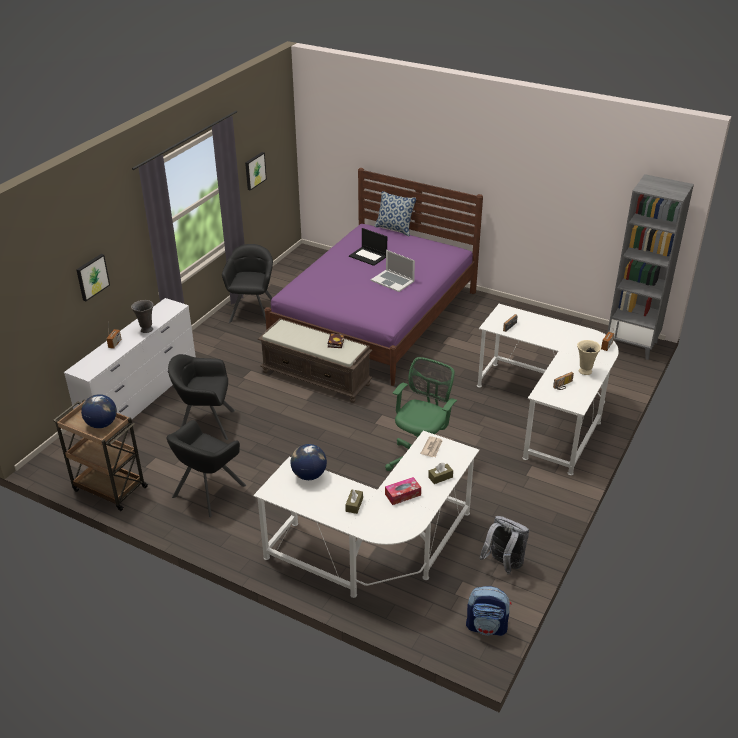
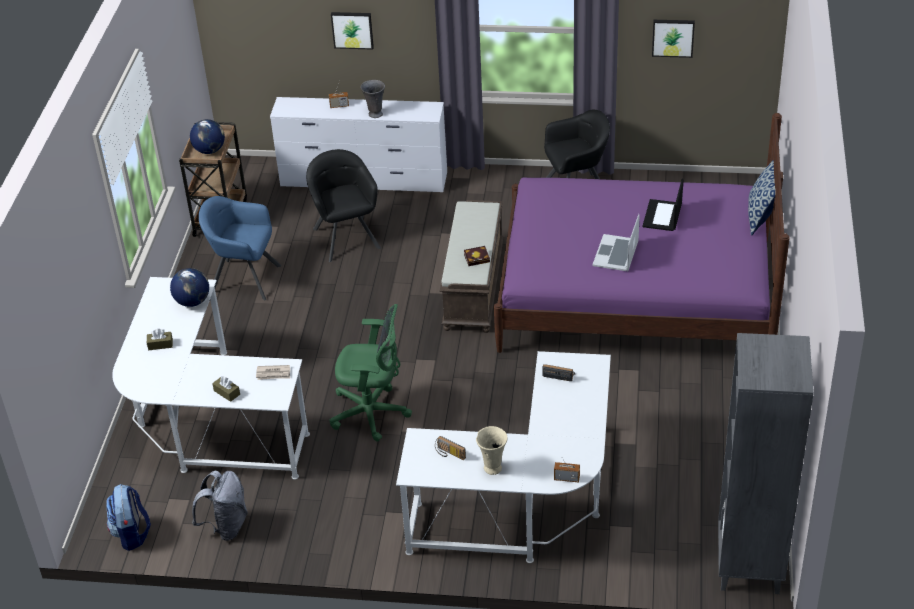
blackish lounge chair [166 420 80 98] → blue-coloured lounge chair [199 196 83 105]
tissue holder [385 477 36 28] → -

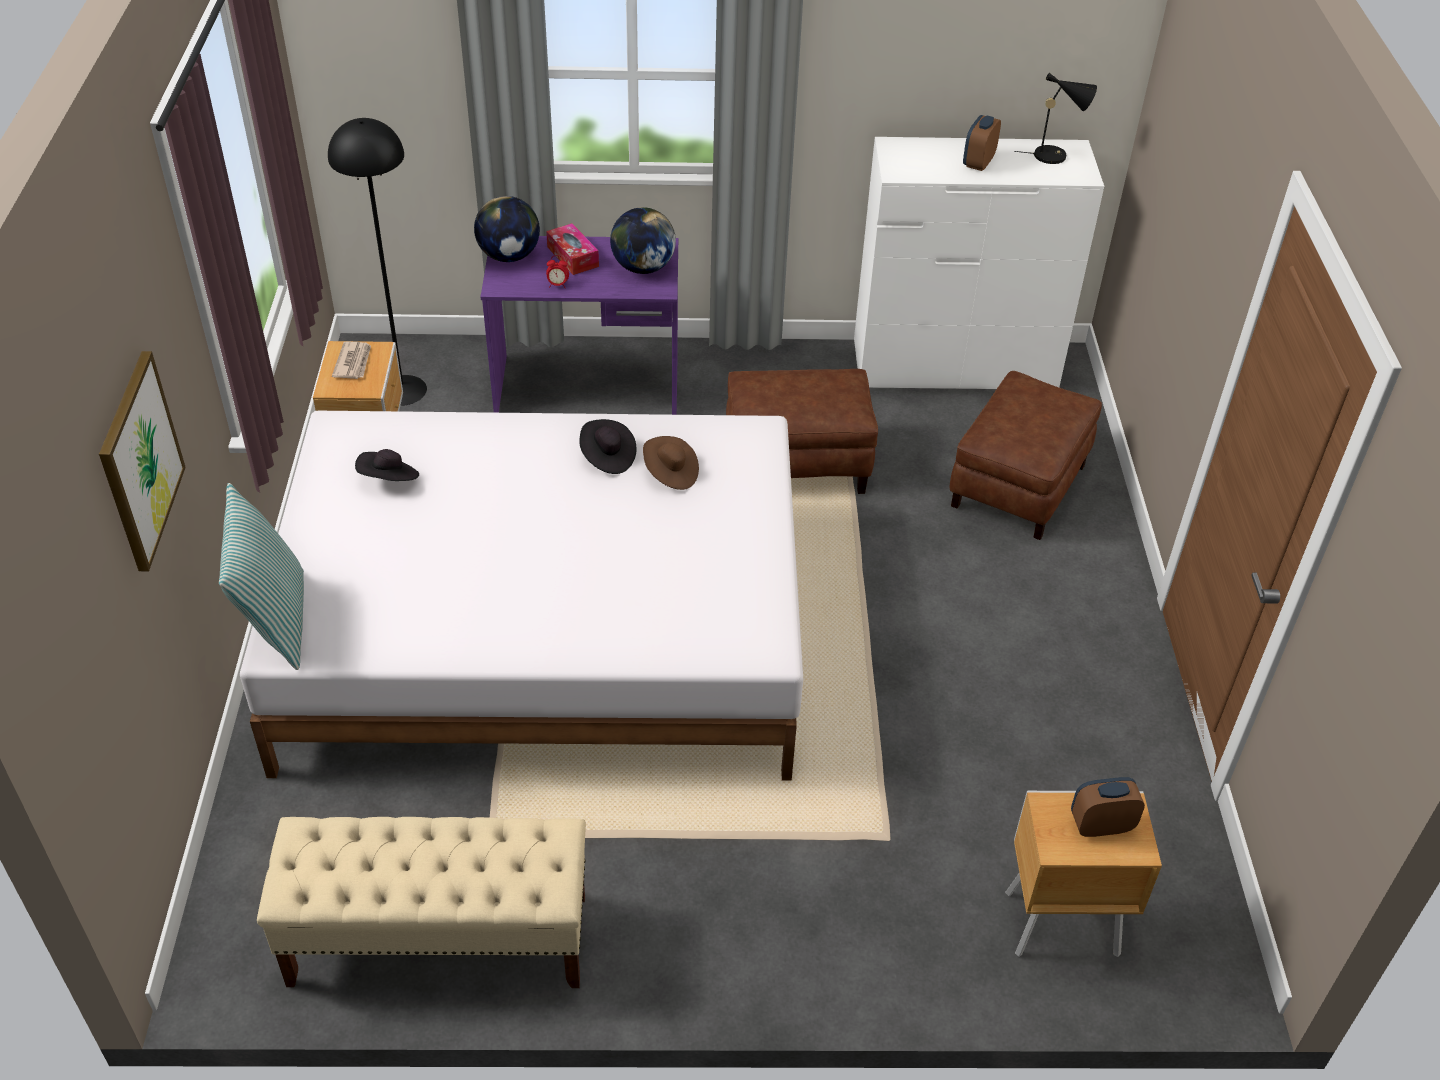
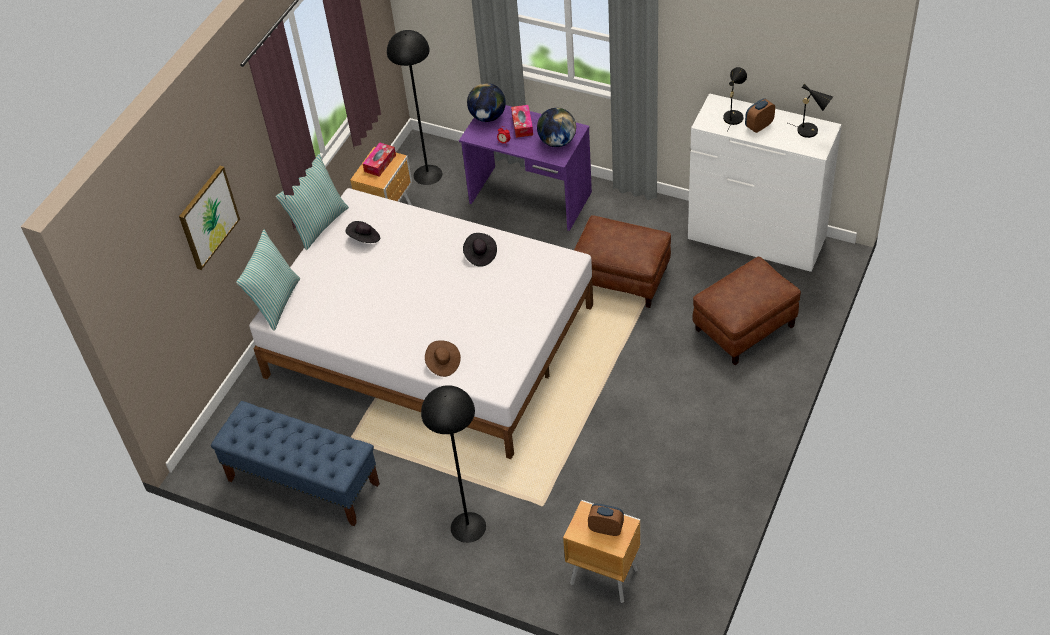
sand-coloured long seat [257 817 329 171] → blue-coloured long seat [211 401 169 125]
- → pillow [276 154 73 96]
printed paper [332 341 39 38] → tissue holder [363 142 33 34]
- → blackish floor lamp [421 385 65 158]
brownish clothing hat [643 436 56 54] → brownish clothing hat [425 340 36 37], shifted
- → blackish lamp for a table [723 67 24 65]

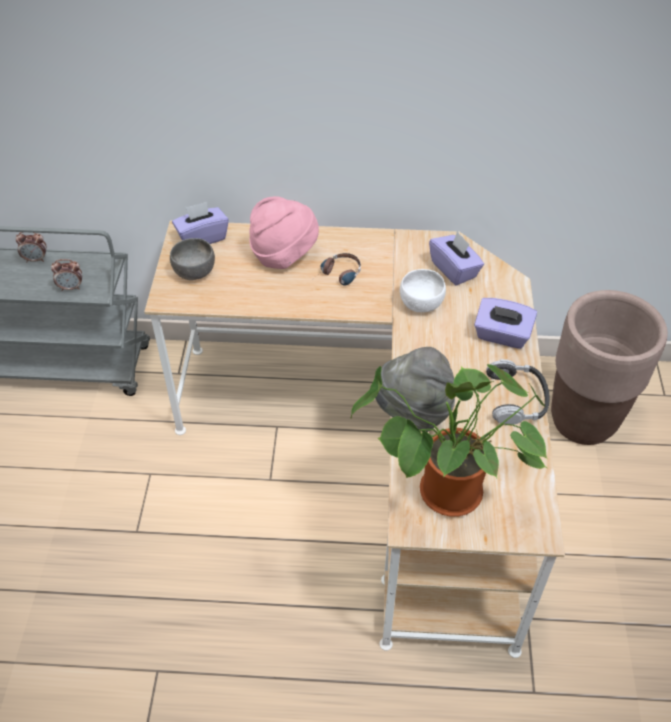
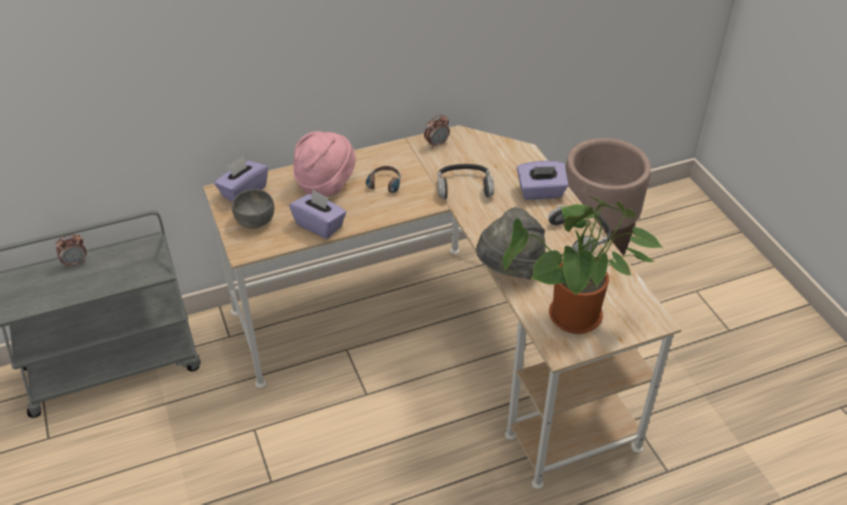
purplish tissue holder [429 231 55 55] → purplish tissue holder [289 189 57 50], shifted
bedside clock [51 259 31 32] → bedside clock [424 115 26 34], shifted
whitish deep dish [400 269 46 43] → headset [437 164 57 35]

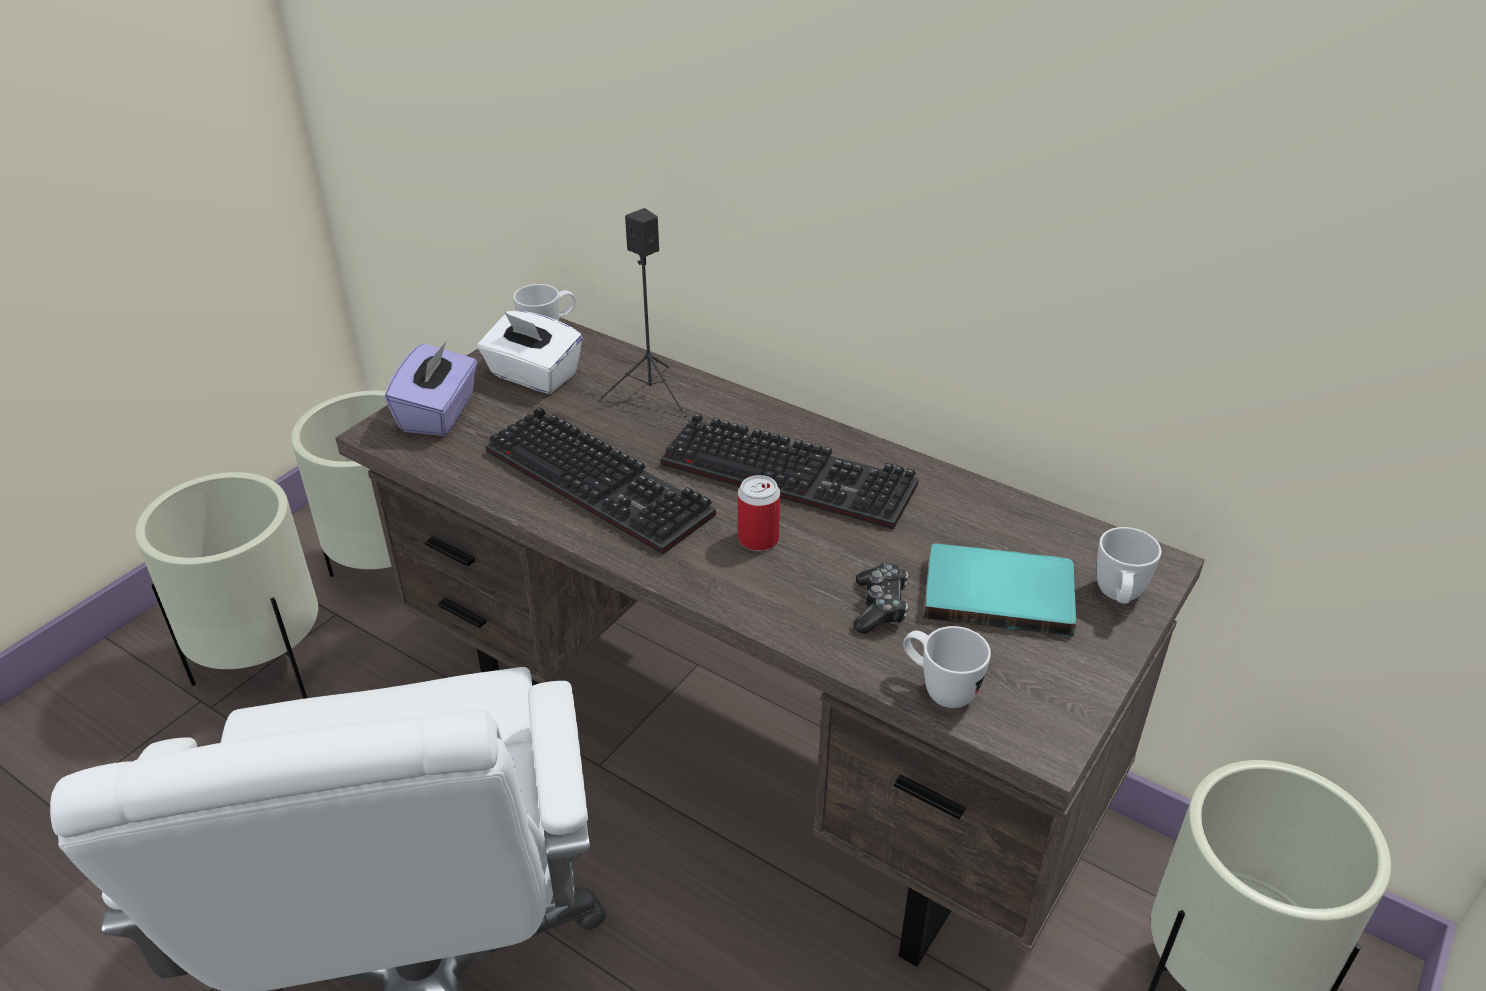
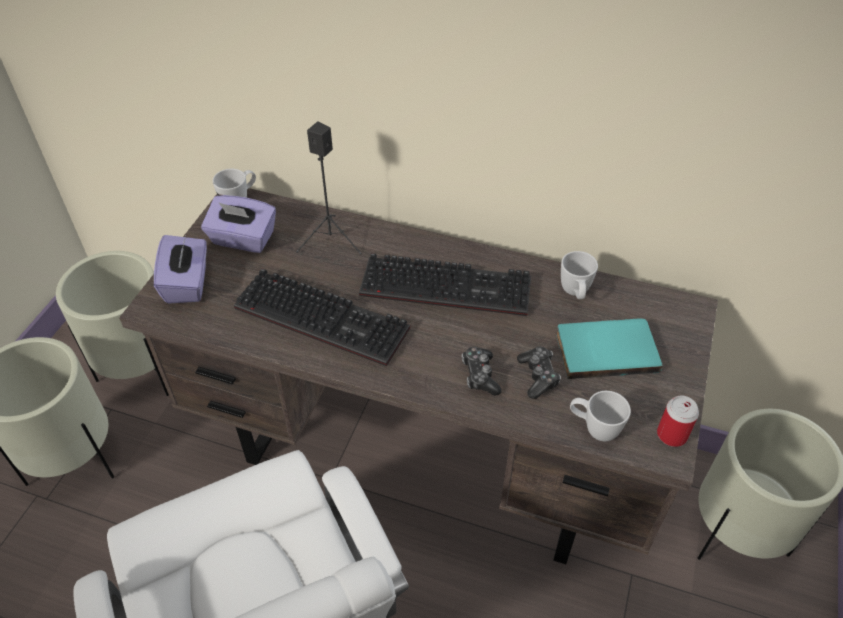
whitish tissue holder [478 311 104 83] → purplish tissue holder [201 195 75 58]
- → gamepad [462 347 40 49]
whitish mug [1097 527 64 77] → whitish mug [561 251 37 48], shifted
metal can [738 475 42 76] → metal can [657 396 42 51], shifted

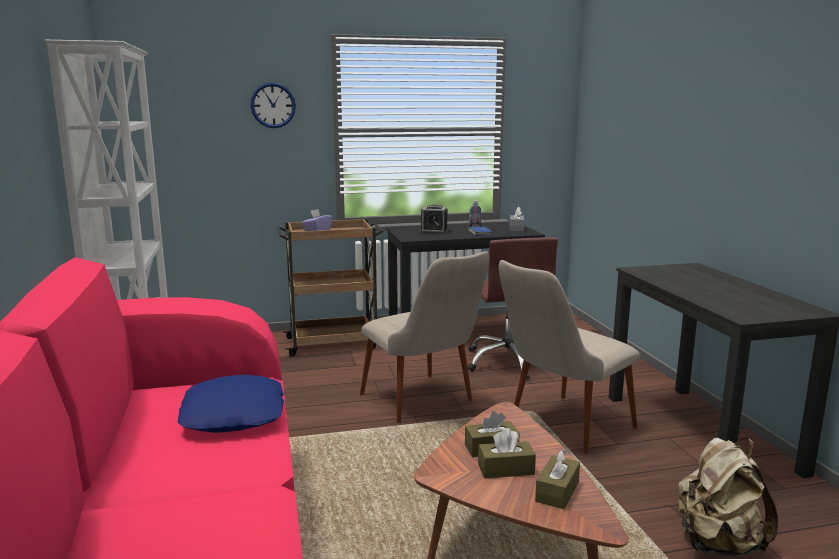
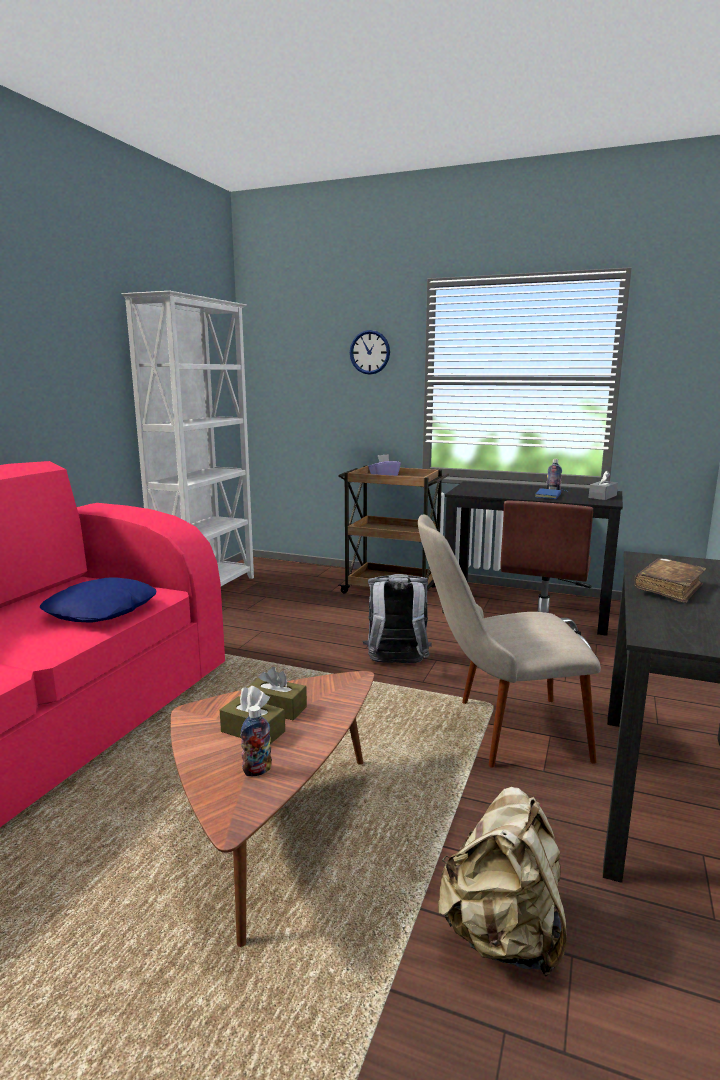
brownish tissue holder [535 449 45 60] → drink bottle [241 705 31 71]
sand-coloured upright chair [360 251 130 171] → greyish rucksack [363 574 68 89]
- → brownish volume [634 558 72 45]
bedside clock [420 205 28 29] → -

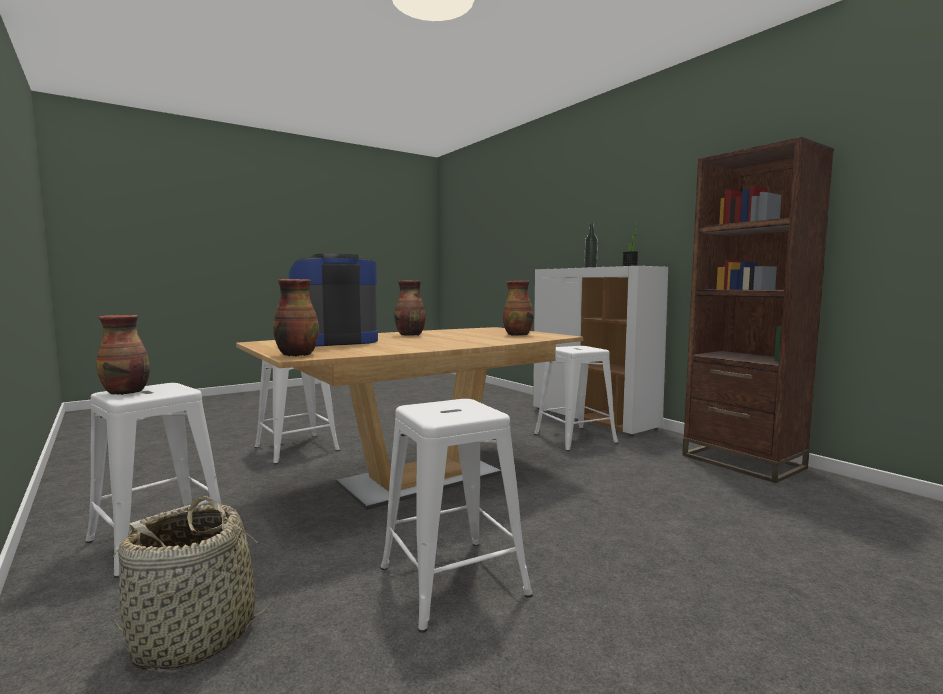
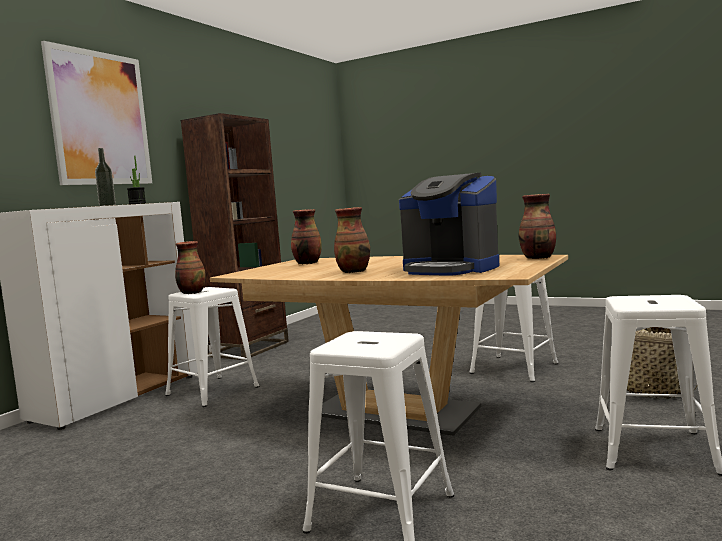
- → wall art [41 41 111 144]
decorative vase [96 315 54 80] → decorative vase [175 241 31 53], shifted

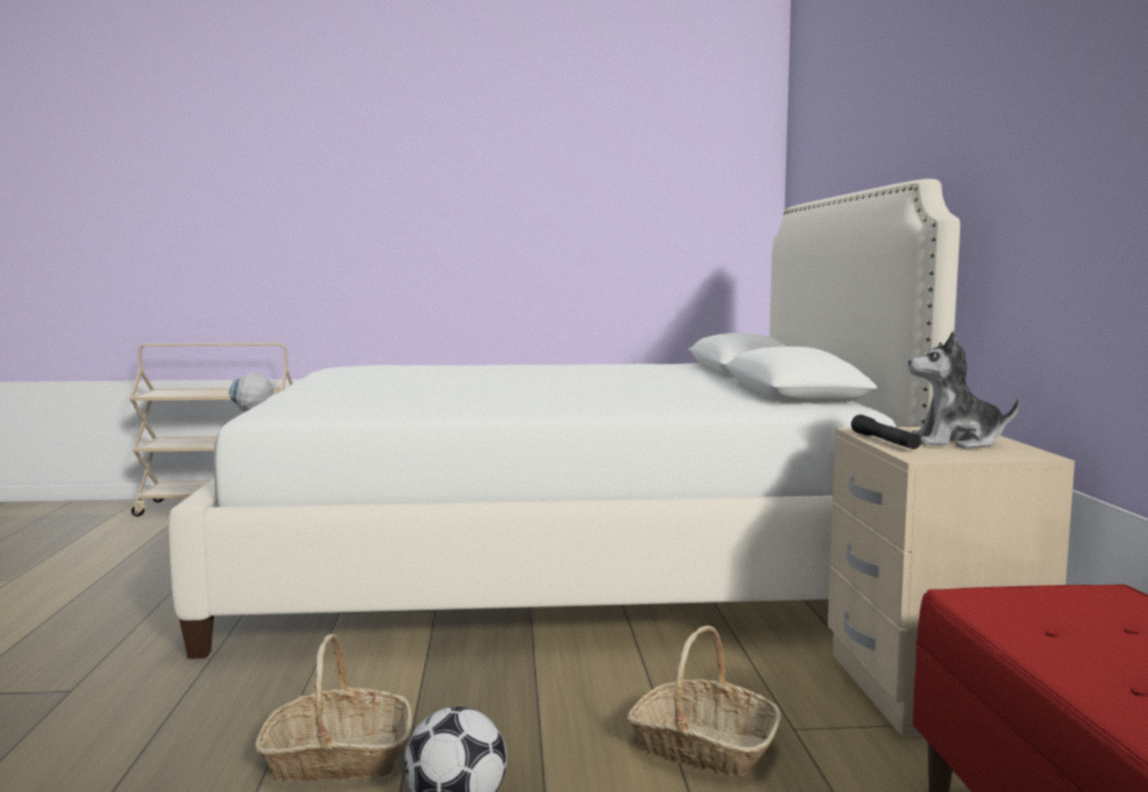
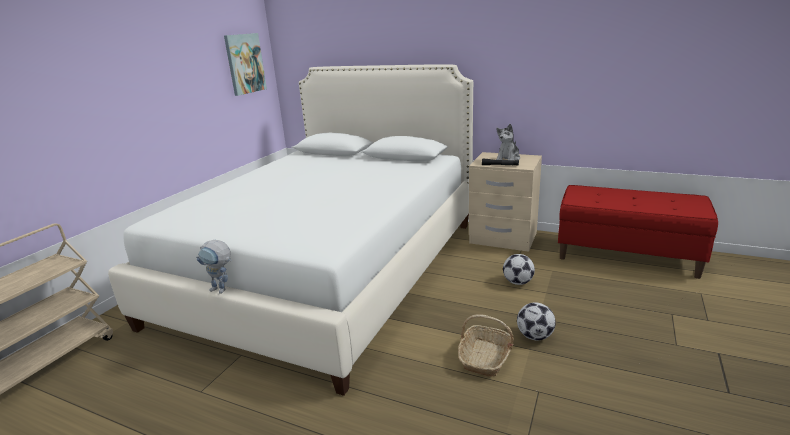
- → wall art [224 33 43 63]
household basket [627 626 154 151] → ball for football [503 254 32 31]

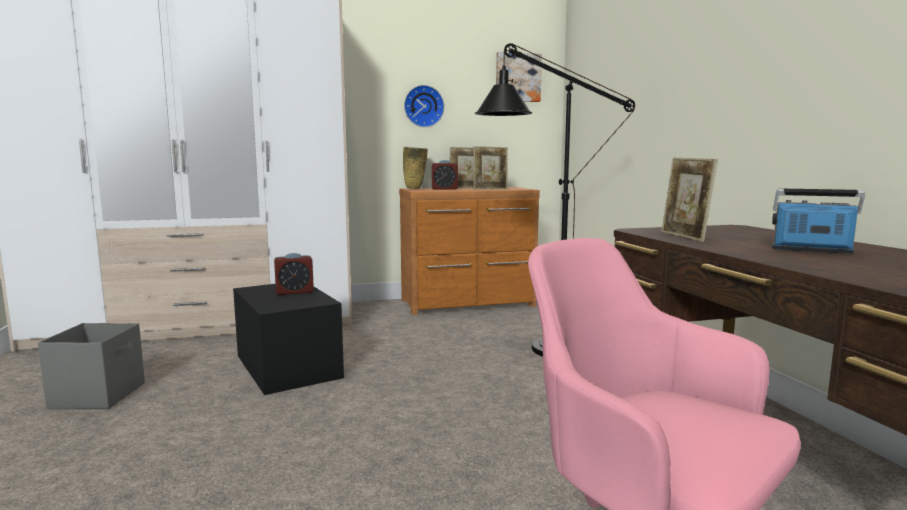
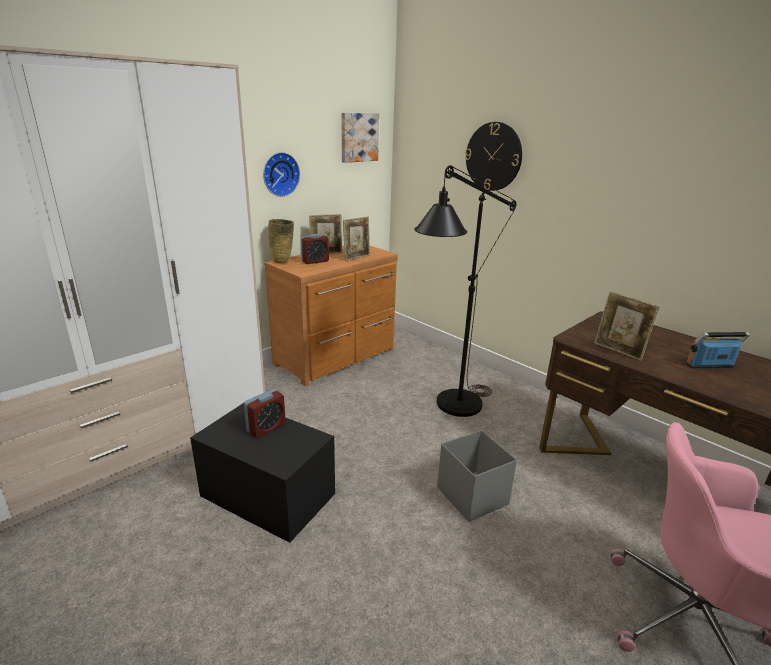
greyish storage box [38 323 107 86] → greyish storage box [437 430 80 92], shifted
- → hanging clock [465 122 57 69]

